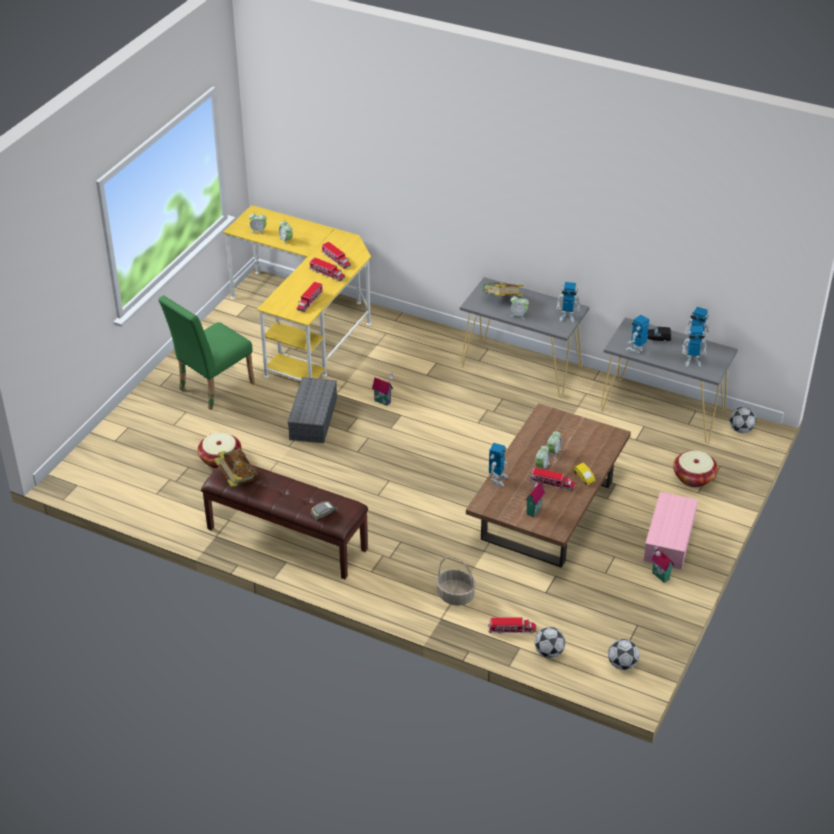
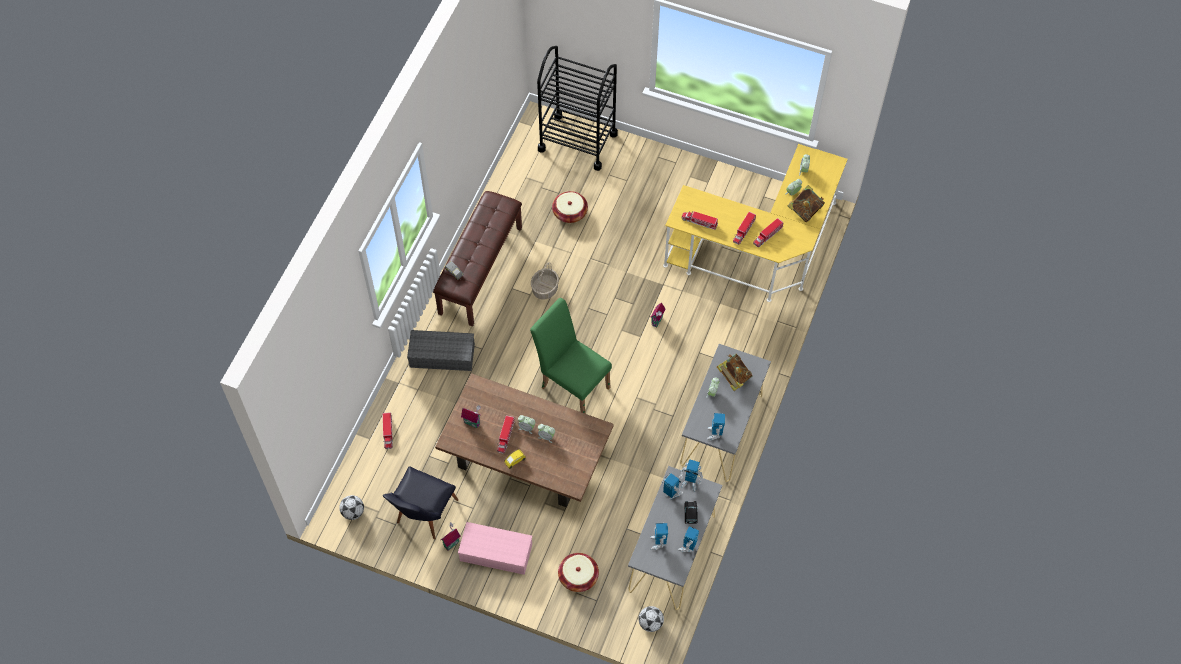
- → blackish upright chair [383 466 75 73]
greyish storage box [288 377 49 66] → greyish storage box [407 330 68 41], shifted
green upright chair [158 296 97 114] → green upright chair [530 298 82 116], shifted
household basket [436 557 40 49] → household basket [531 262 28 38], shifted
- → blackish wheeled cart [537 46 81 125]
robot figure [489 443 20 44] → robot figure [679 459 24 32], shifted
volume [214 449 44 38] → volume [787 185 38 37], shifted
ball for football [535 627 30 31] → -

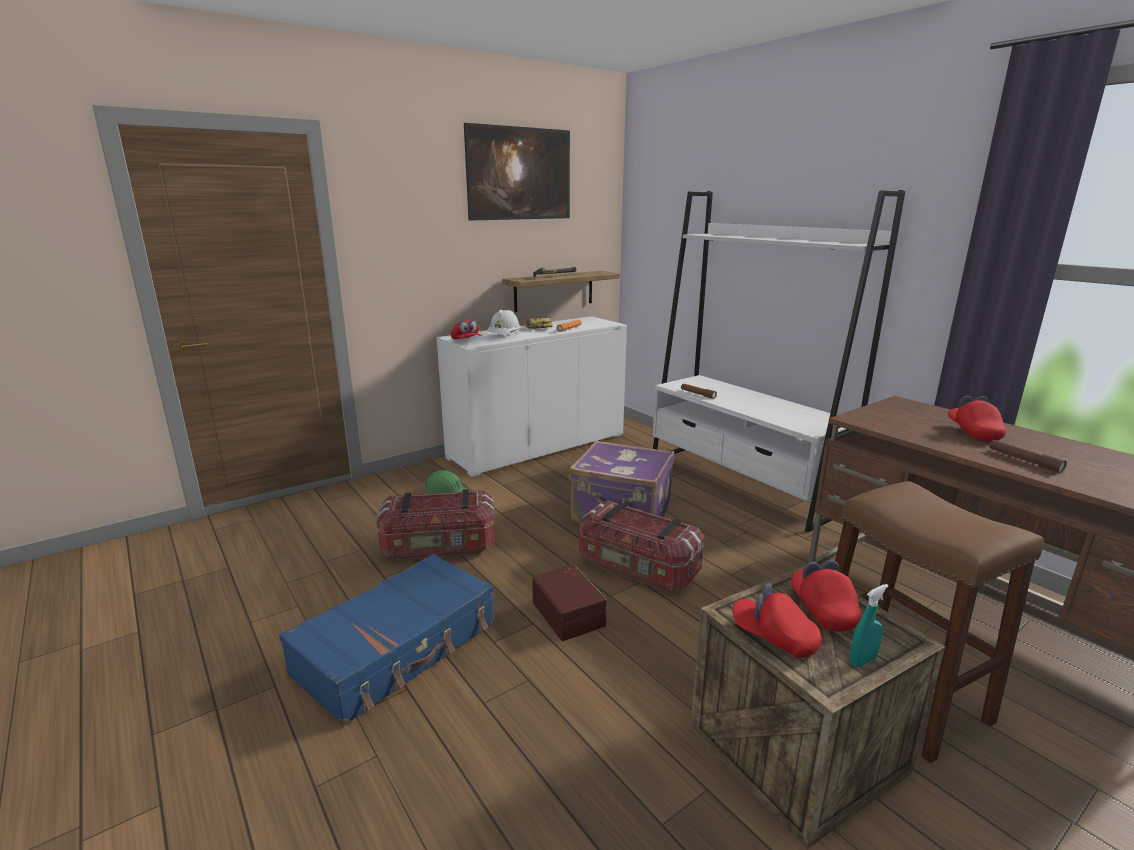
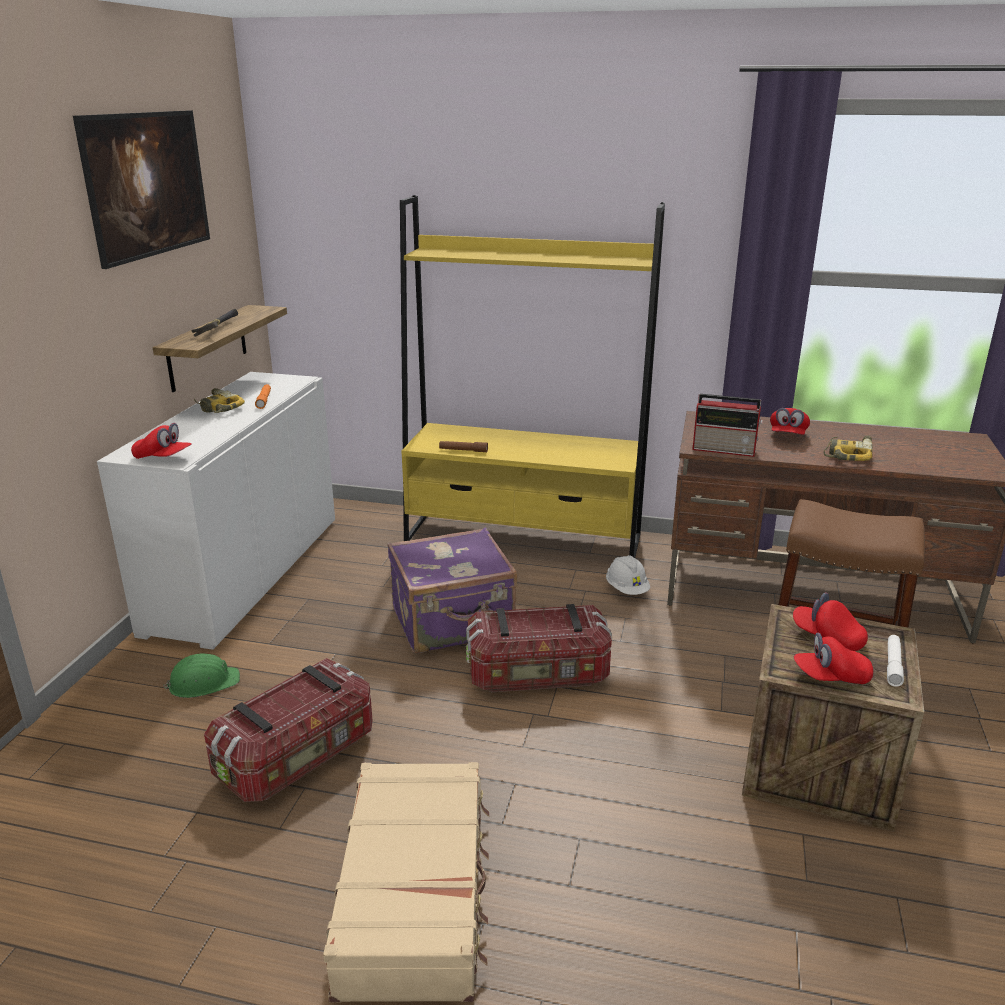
blue-coloured piece of luggage [279 554 216 172] → sand-coloured piece of luggage [323 762 166 241]
whitish bookcase [653 190 252 342] → yellow-coloured bookcase [400 195 265 363]
whitish work helmet [487 310 33 23] → whitish work helmet [606 555 44 40], shifted
- → radio receiver [692 394 71 63]
red peaked cap [948 396 59 46] → red peaked cap [770 408 40 27], 120 degrees counterclockwise
brownish flashlight [989 440 78 33] → drill [824 436 49 25]
turquoise hand sprayer [850 584 38 83] → whitish flashlight [887 635 17 52]
brownish storage box [532 565 75 76] → -

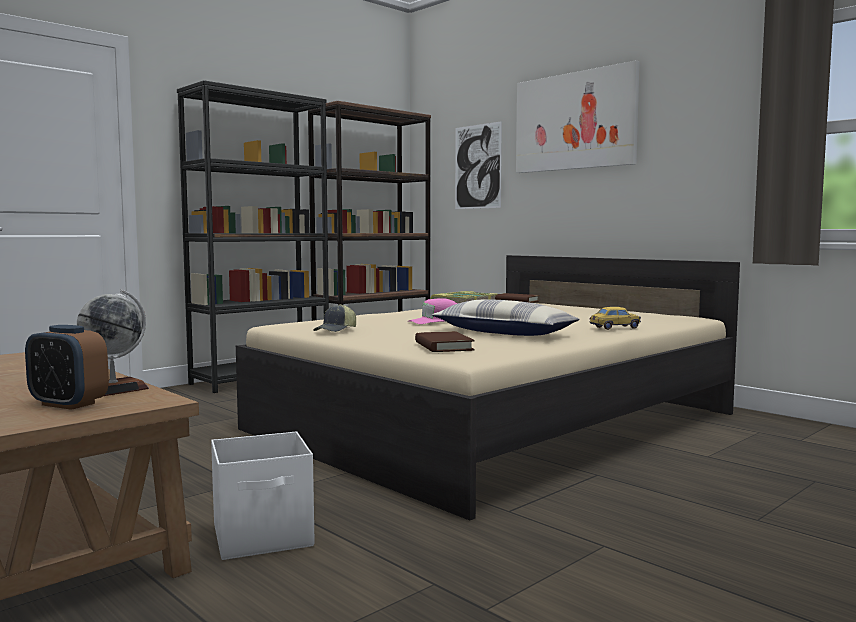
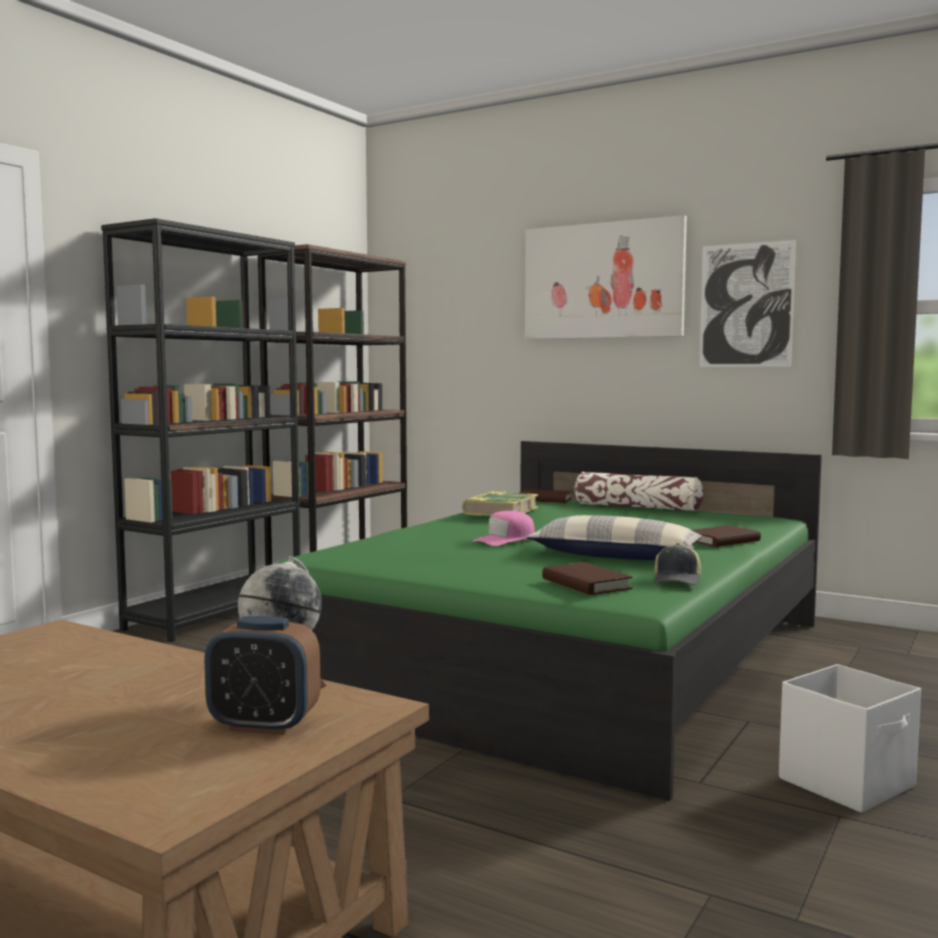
sand-coloured bed [236 255 504 266] → green bed [276 441 546 360]
- → pillow [575 472 129 39]
peaked cap [313 304 43 28] → peaked cap [654 543 48 42], shifted
toy car [590 307 51 23] → brownish volume [692 525 69 22]
wall art [455 121 47 88] → wall art [699 240 97 127], shifted
whitish storage box [211 432 103 128] → whitish storage box [779 664 142 149], shifted

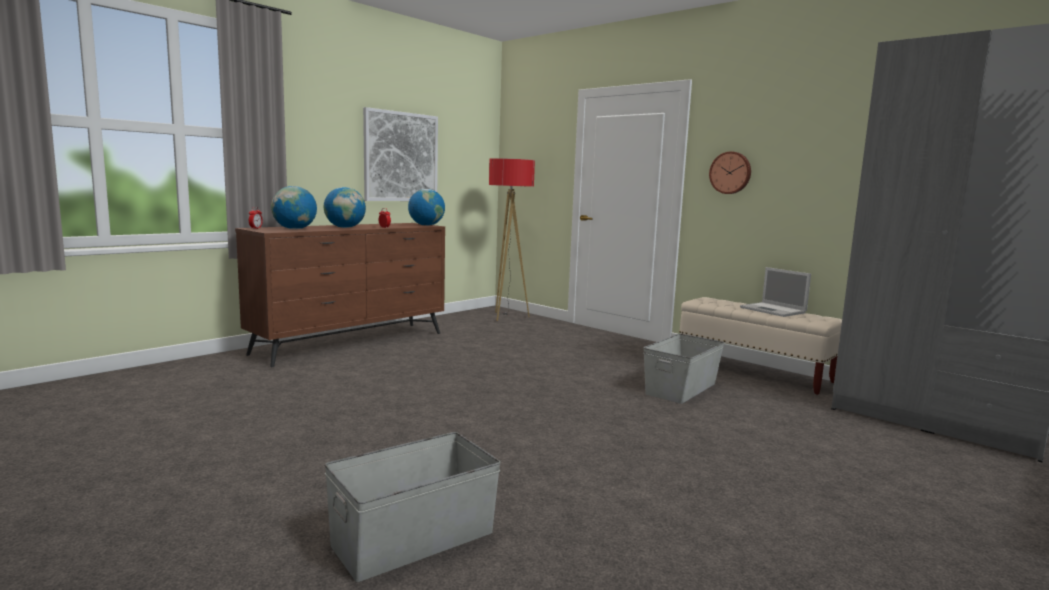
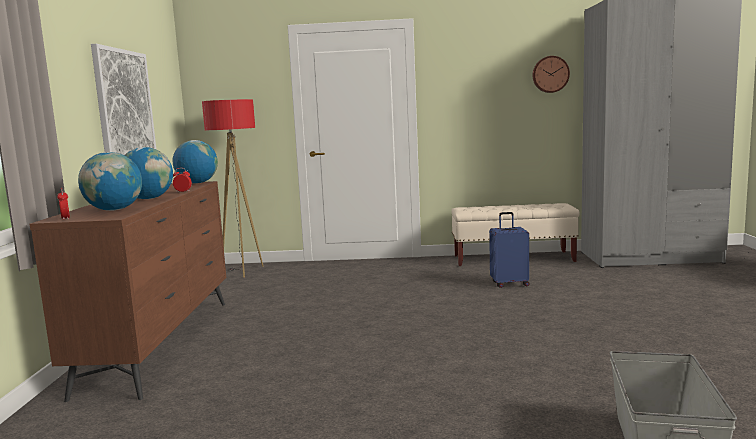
greyish storage box [643 334 82 70] → blue-coloured piece of luggage [489 212 40 76]
hanging clock [709 152 42 42] → hanging clock [532 56 38 37], shifted
notebook computer [740 267 71 50] → -

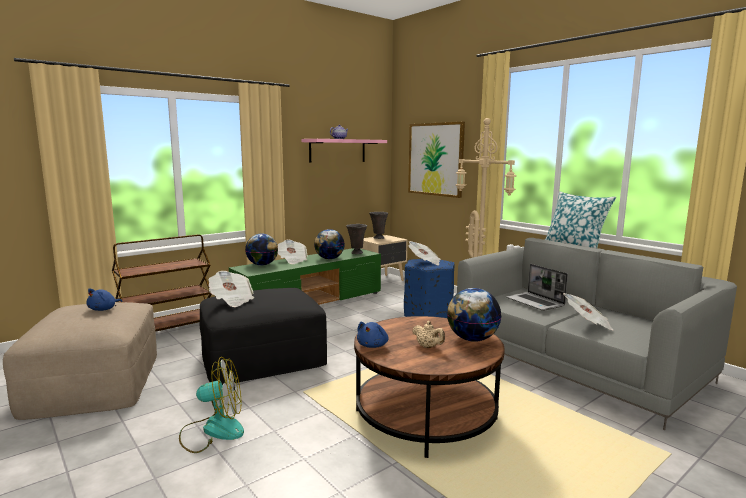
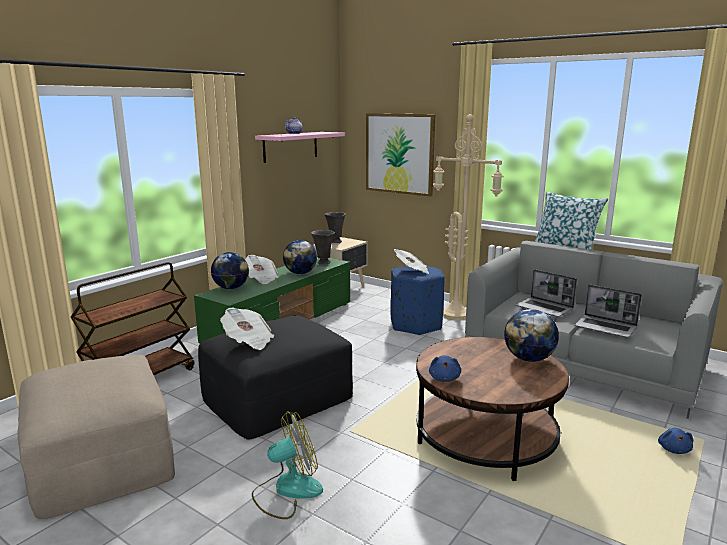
printed paper [563 293 50 37] → notebook computer [575 285 67 53]
blue-coloured plush toy [86 289 37 22] → blue-coloured plush toy [658 428 35 26], shifted
sand-coloured tea pot [412 321 33 27] → -

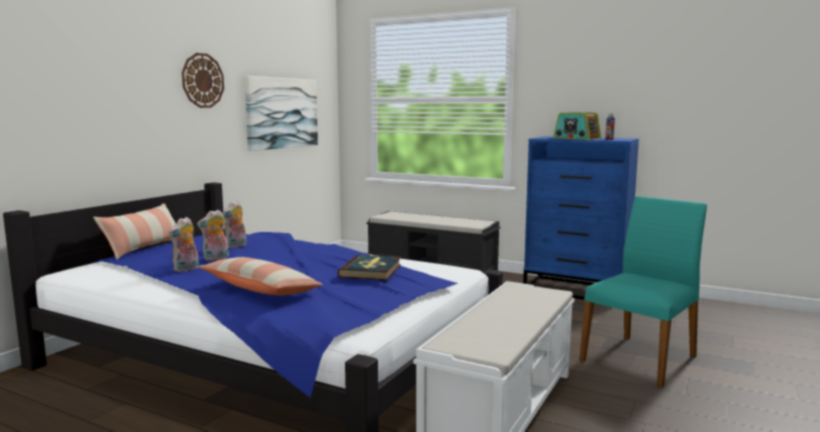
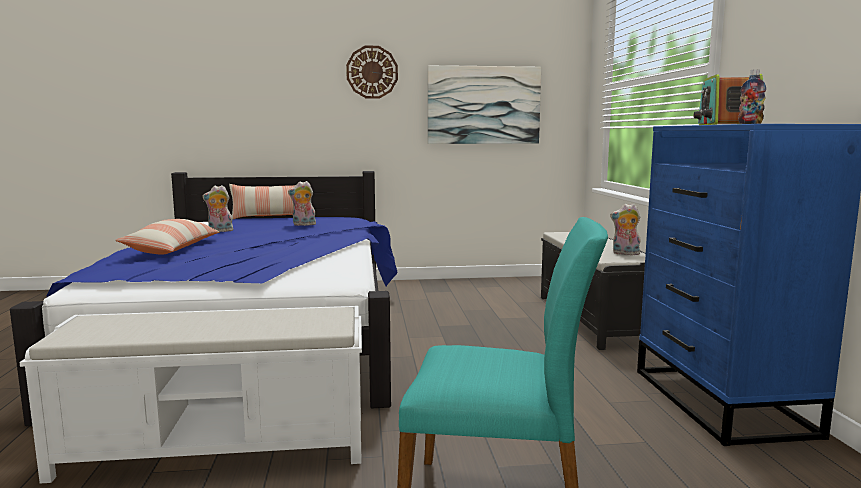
plush toy [197 210 32 51] → plush toy [610 204 31 51], shifted
volume [338 255 63 26] → -

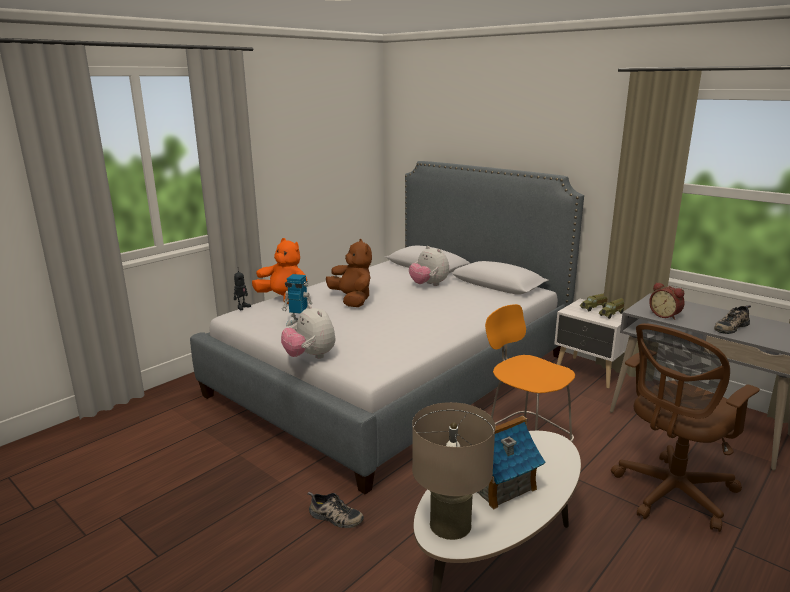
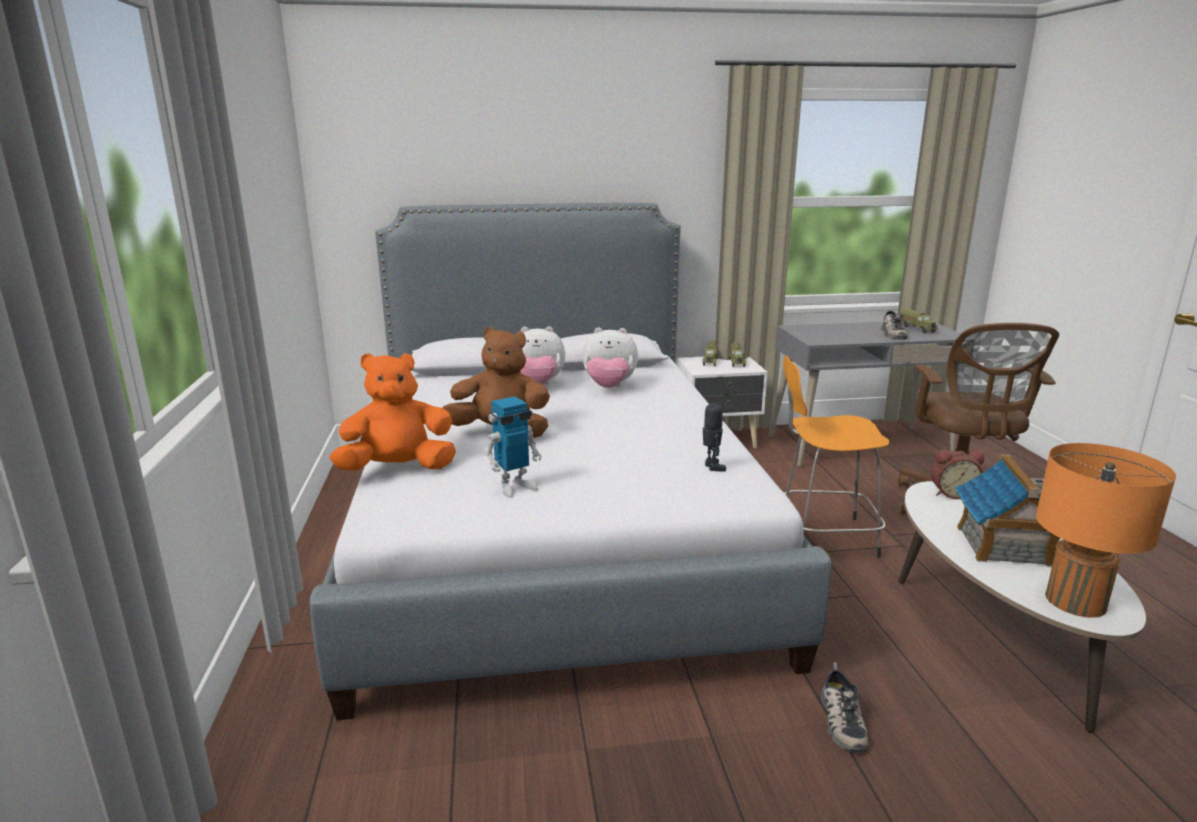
plush toy [281 304 54 55] → plush toy [582 327 56 61], shifted
robot figure [234 270 17 40] → robot figure [703 393 23 79], shifted
item of footwear [307 492 57 36] → item of footwear [821 662 48 91], 120 degrees clockwise
- → toy lorry [899 308 39 25]
bedside clock [649 282 36 38] → bedside clock [931 450 53 49], shifted
sand-coloured lamp for a table [412 402 83 138] → orange lamp for a table [1036 443 140 175]

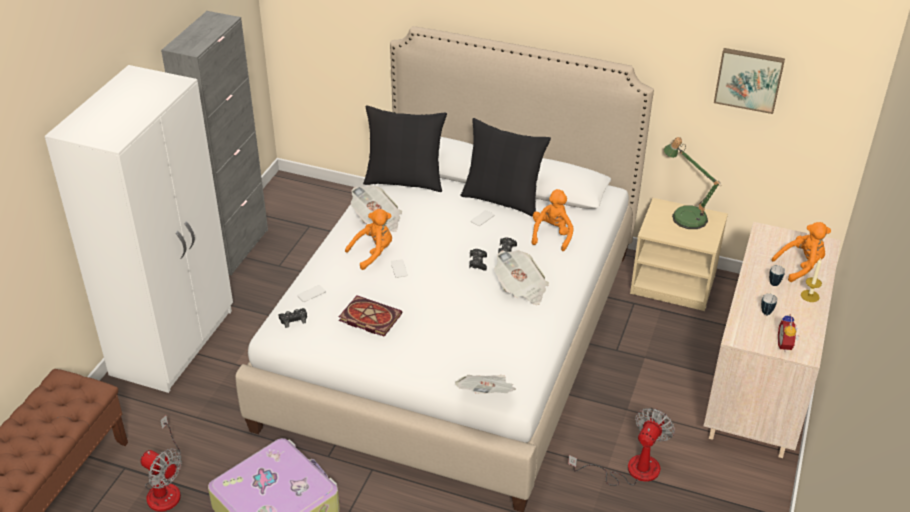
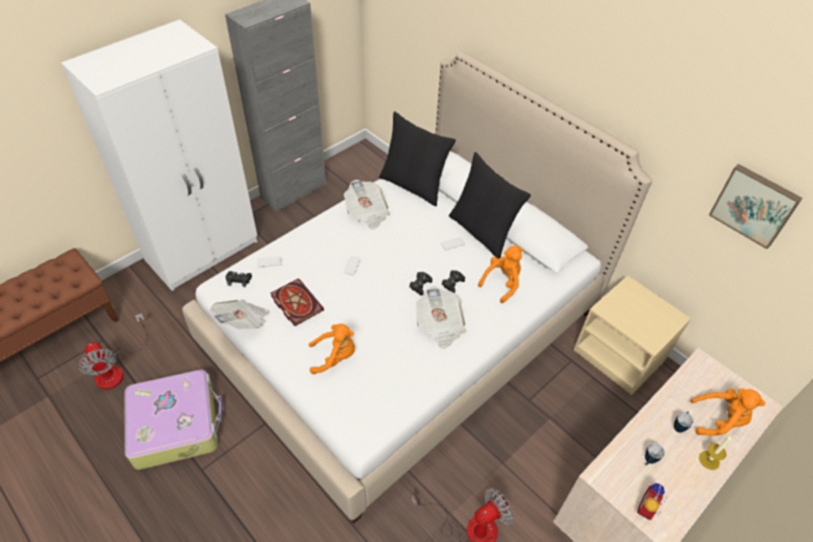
printed paper [455 375 61 19] → printed paper [210 299 60 30], shifted
orange plush toy [345 209 47 61] → orange plush toy [309 324 46 50], shifted
lamp for a table [664 137 57 92] → -

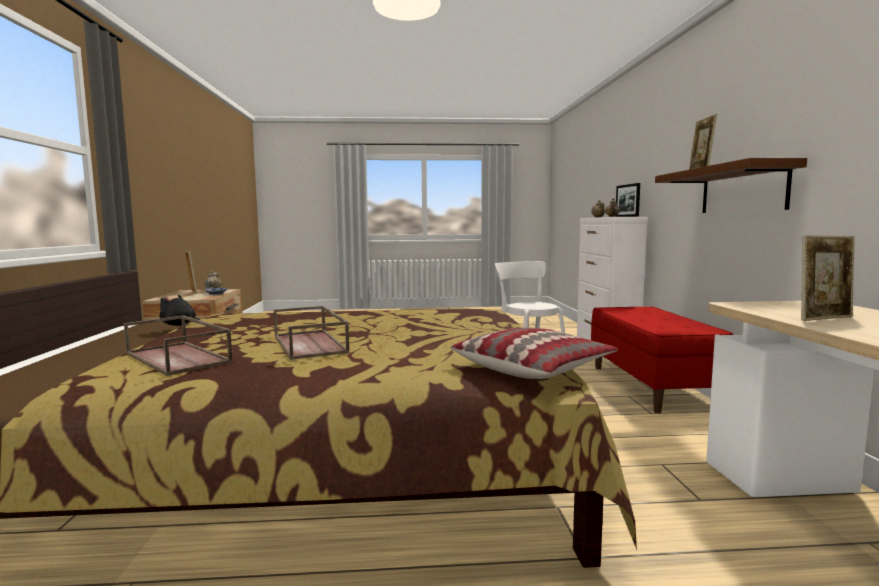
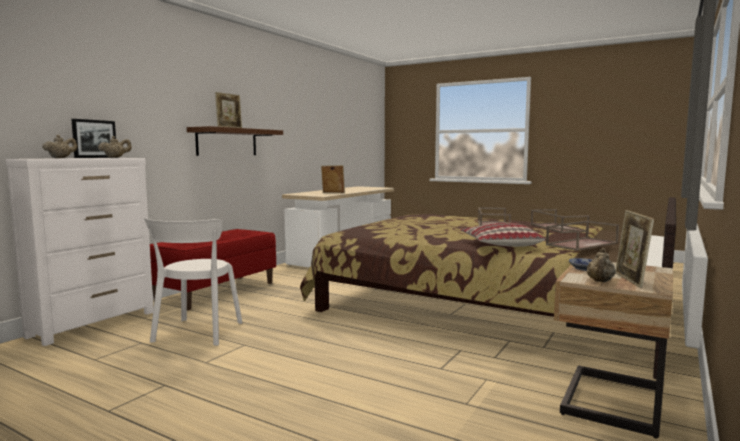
pillow [450 328 168 51] → pillow [460 223 85 24], shifted
blackish plush toy [159 295 41 31] → brownish carrying tray [546 221 73 30]

